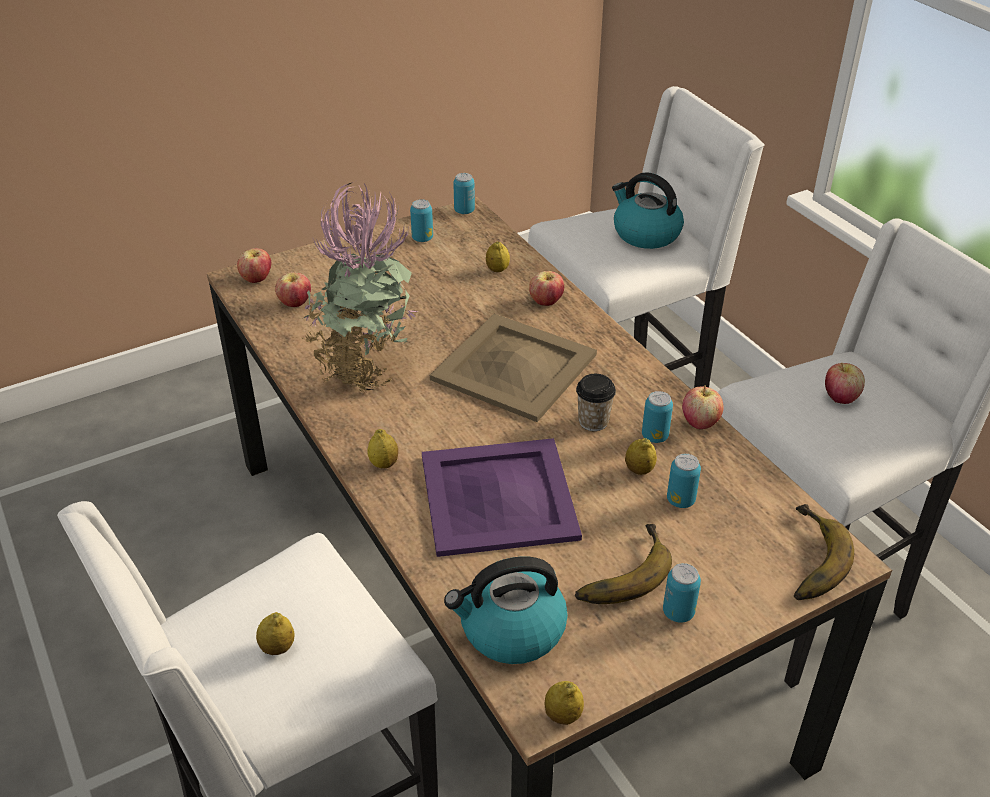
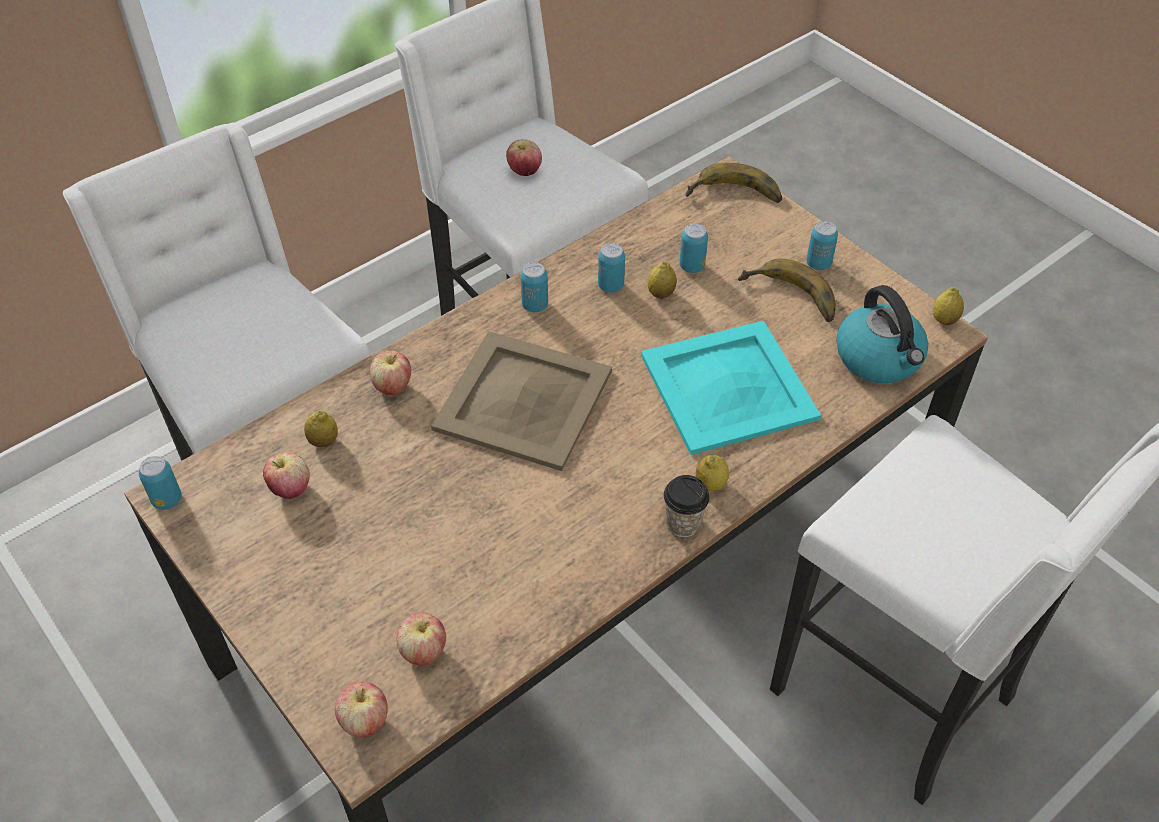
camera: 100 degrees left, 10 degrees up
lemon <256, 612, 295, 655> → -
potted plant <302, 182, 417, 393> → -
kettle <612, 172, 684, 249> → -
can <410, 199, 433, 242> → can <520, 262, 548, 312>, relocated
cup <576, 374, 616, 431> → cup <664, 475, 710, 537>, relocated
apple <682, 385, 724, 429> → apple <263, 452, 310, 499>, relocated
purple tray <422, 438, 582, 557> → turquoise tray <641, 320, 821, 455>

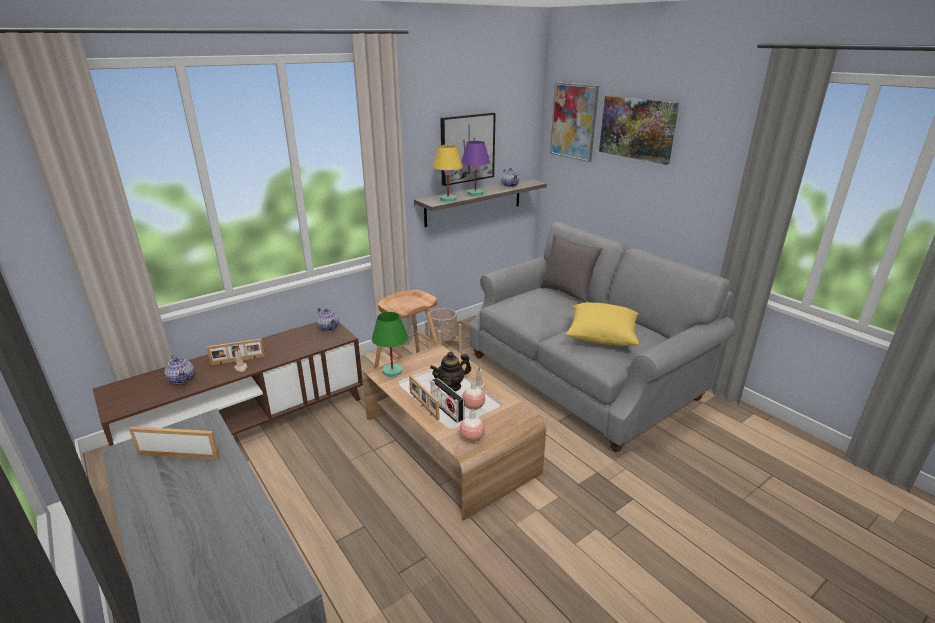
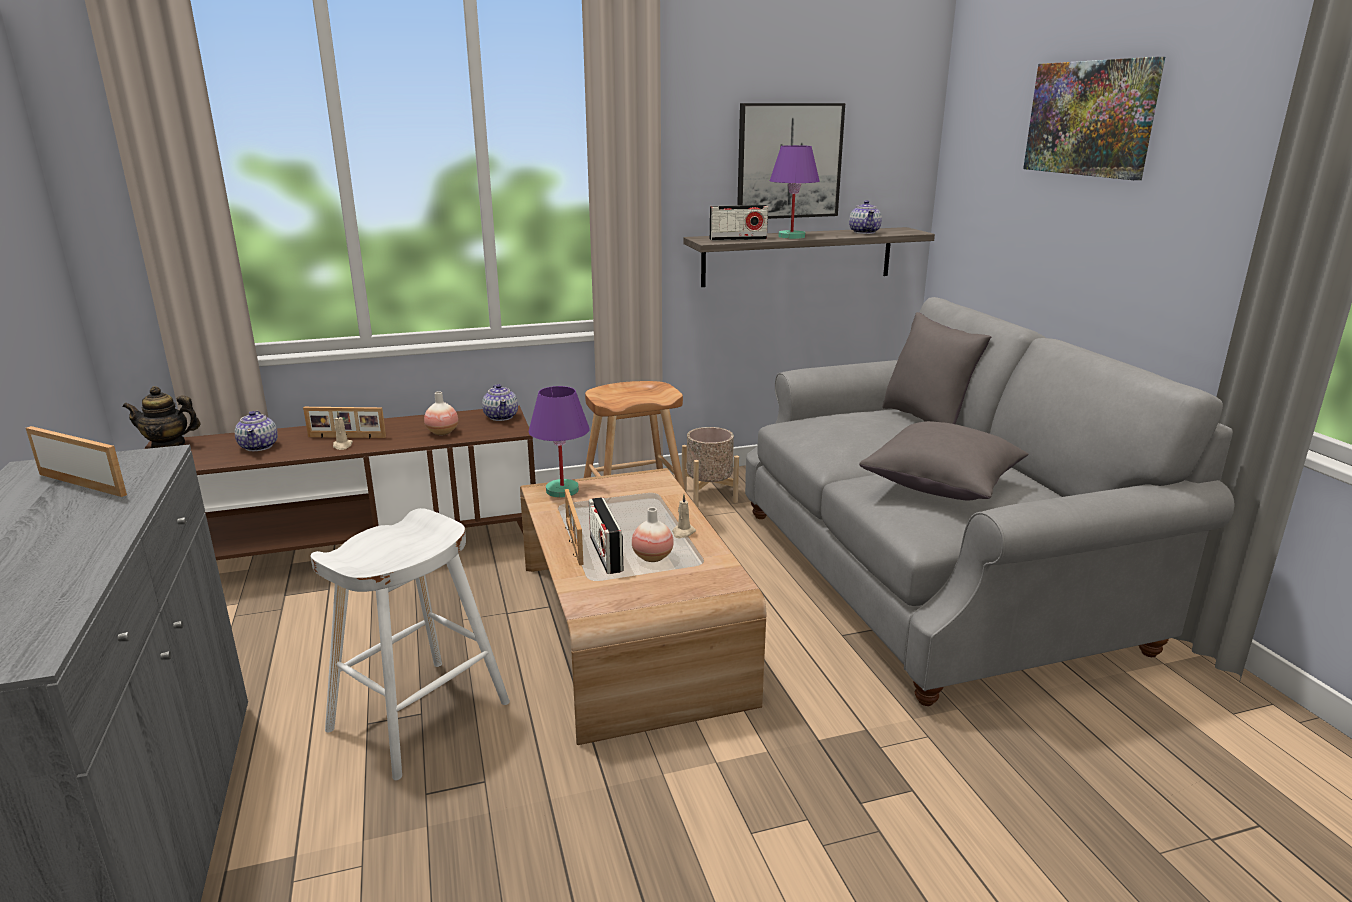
camera: 20 degrees right, 5 degrees down
picture <550, 82, 599, 162> → -
- → white stool <311, 508, 510, 780>
teapot <430, 352, 471, 392> → teapot <123, 386, 201, 448>, relocated
vase <460, 409, 485, 441> → vase <424, 391, 458, 435>, relocated
yellow table lamp <433, 145, 463, 202> → radio <710, 205, 768, 241>
green table lamp <372, 312, 408, 377> → purple table lamp <529, 386, 590, 498>
yellow pillow <566, 302, 639, 346> → grey pillow <859, 421, 1029, 500>

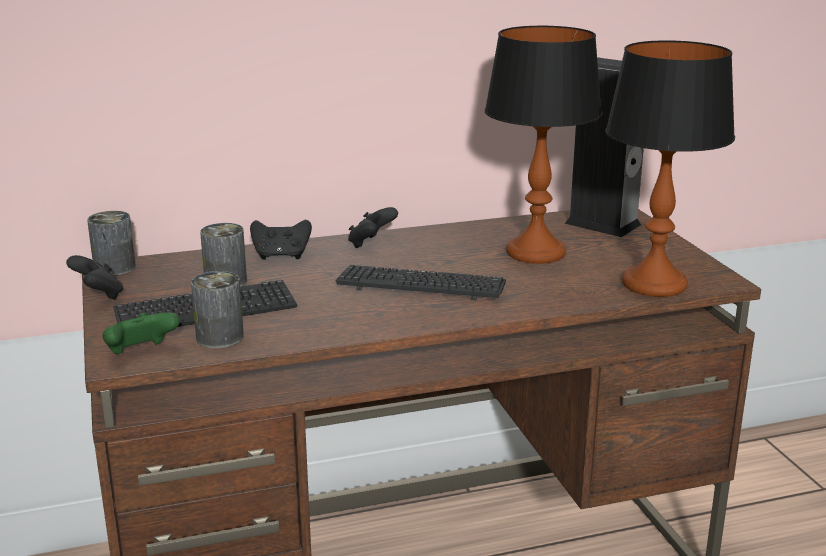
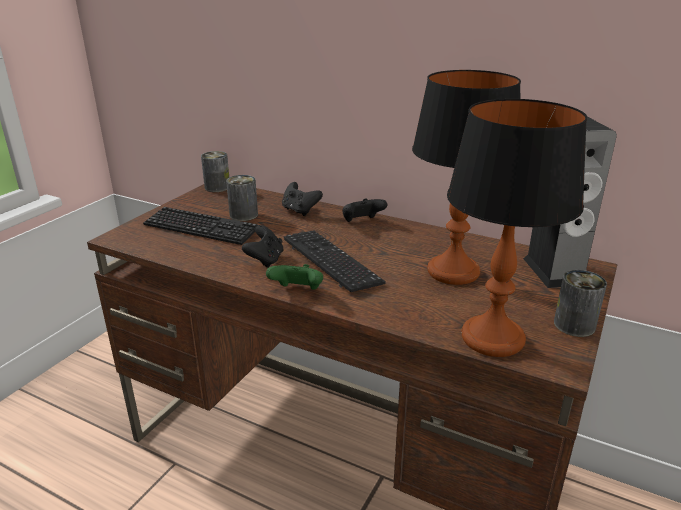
camera: 45 degrees right, 5 degrees up
black game controller <66, 255, 124, 300> → black game controller <242, 225, 284, 268>, relocated
green game controller <103, 312, 180, 354> → green game controller <266, 264, 323, 290>, relocated
can <191, 271, 244, 348> → can <554, 270, 607, 337>, relocated

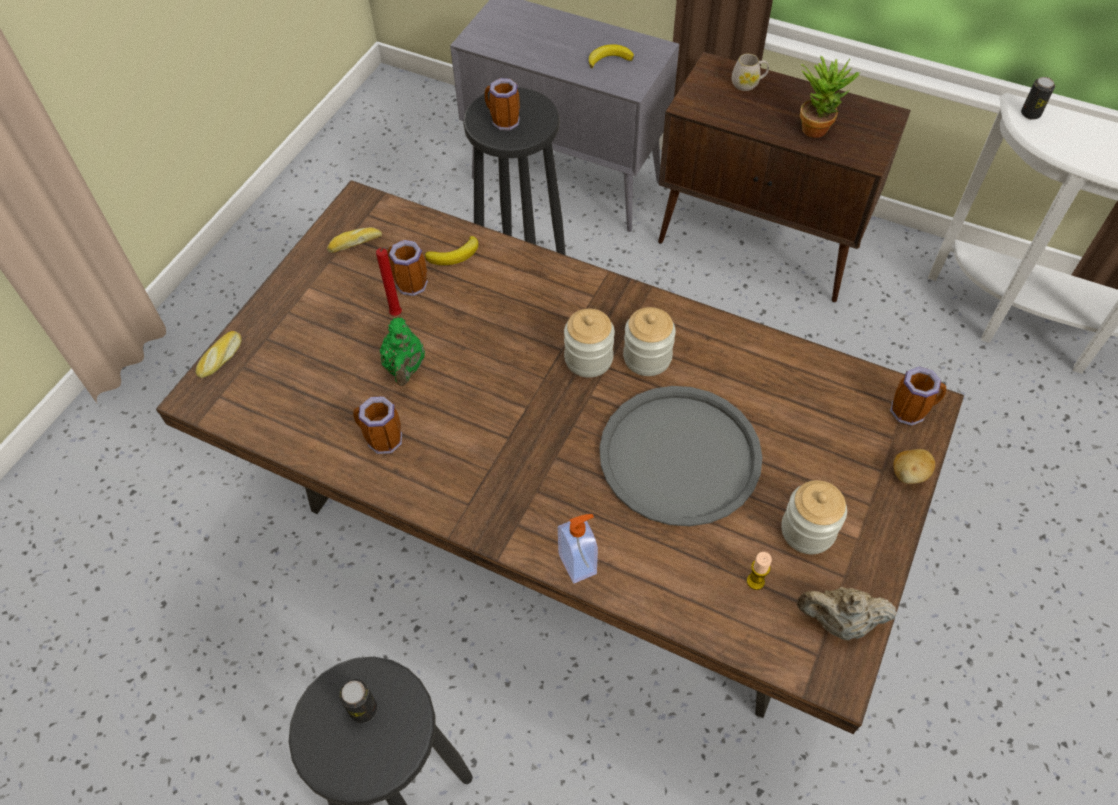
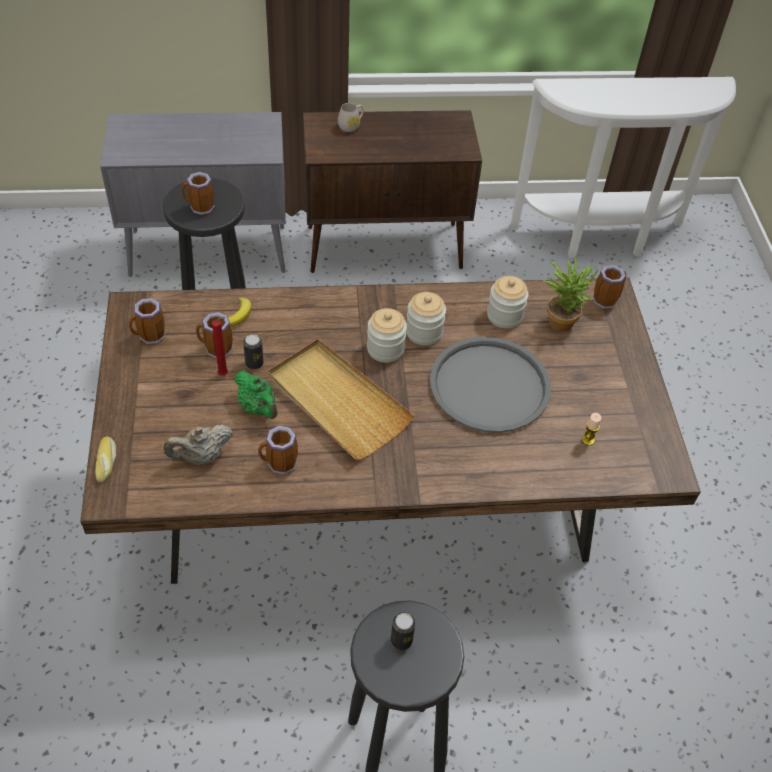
camera: 35 degrees left, 5 degrees down
soap dispenser <558, 514, 598, 583> → -
banana <589, 44, 634, 68> → -
potato <894, 449, 935, 484> → -
- → beige tray <267, 339, 415, 460>
jar <781, 480, 847, 554> → jar <487, 276, 529, 329>, relocated
beige teapot <797, 587, 897, 640> → beige teapot <164, 425, 233, 464>, relocated
potted plant <800, 56, 860, 138> → potted plant <543, 257, 598, 332>, relocated
can <1021, 77, 1055, 120> → can <243, 334, 264, 369>, relocated
bread <327, 227, 382, 253> → mug <129, 298, 165, 344>

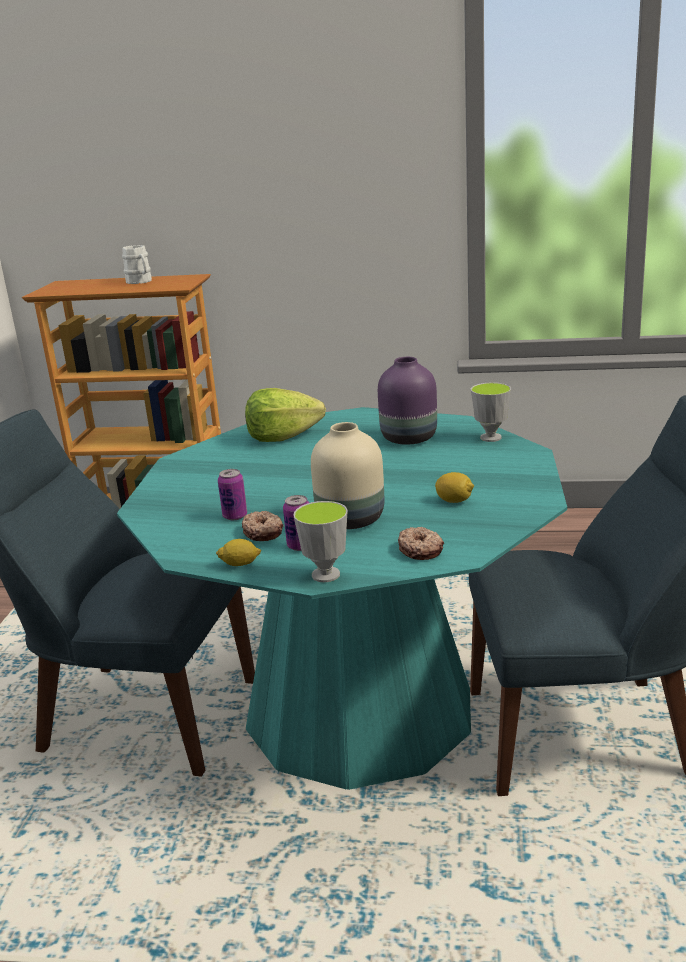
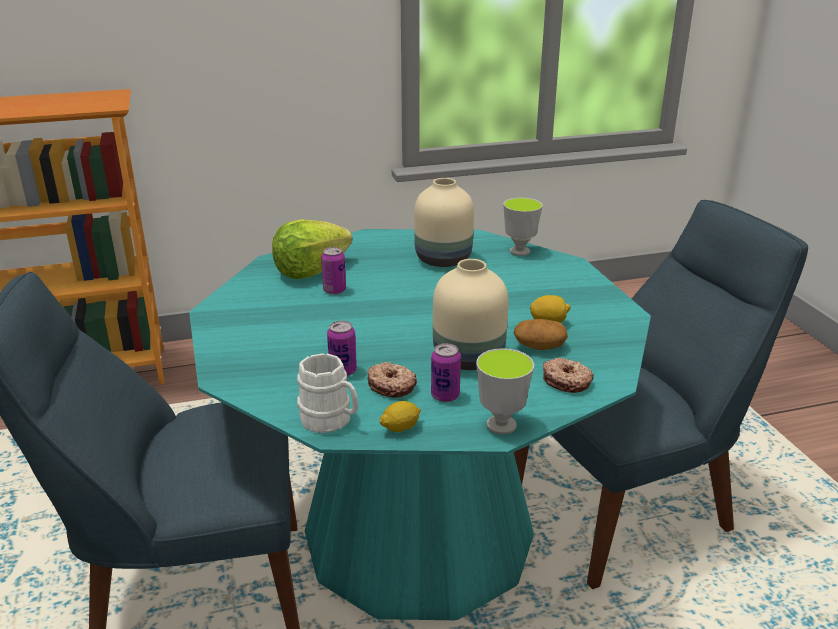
camera: 25 degrees left, 5 degrees up
- → can <321, 247, 346, 295>
- → potato <514, 319, 568, 350>
white mug <122, 245, 152, 284> → white mug <297, 353, 358, 433>, relocated
purple vase <378, 357, 437, 445> → beige vase <414, 178, 474, 267>

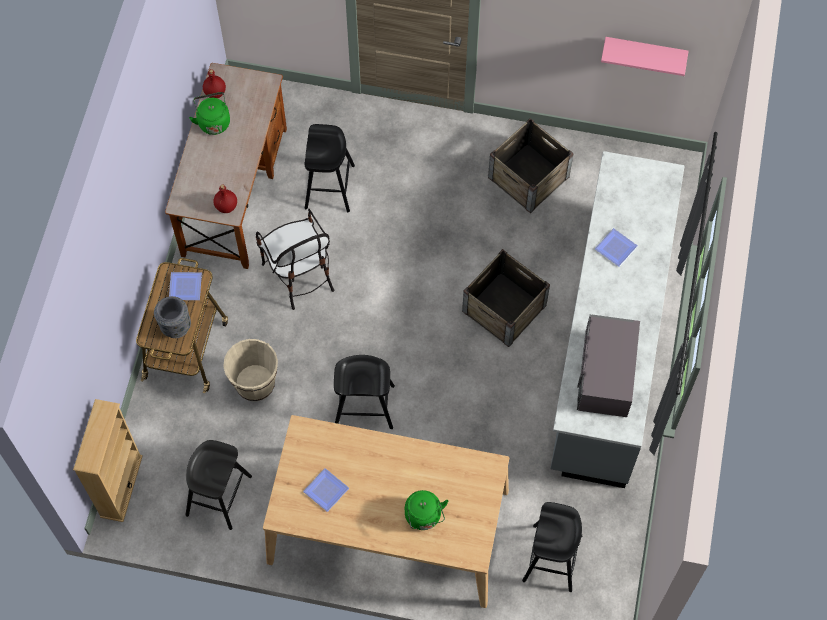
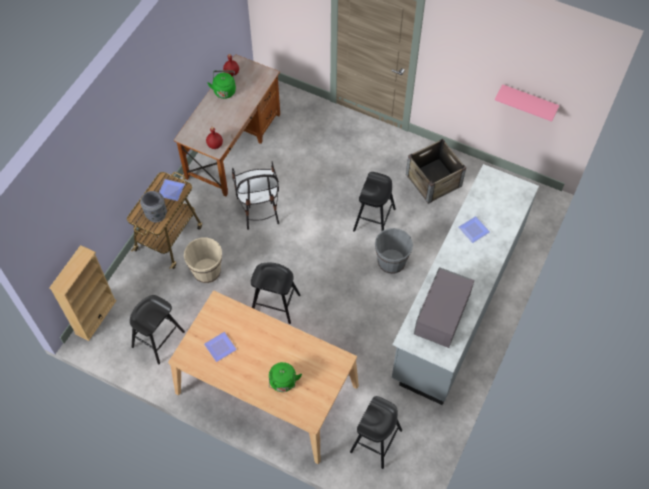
camera: 15 degrees right, 5 degrees down
black stool <304, 124, 355, 212> → black stool <353, 172, 396, 232>, relocated
crate <462, 249, 550, 347> → grey bucket <375, 228, 413, 274>

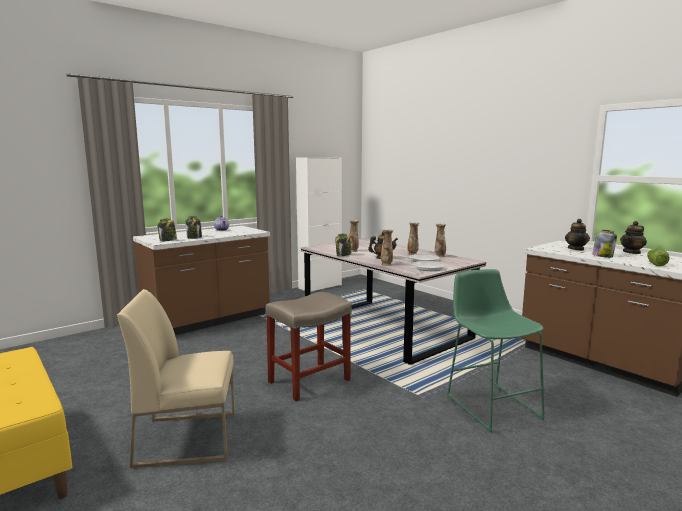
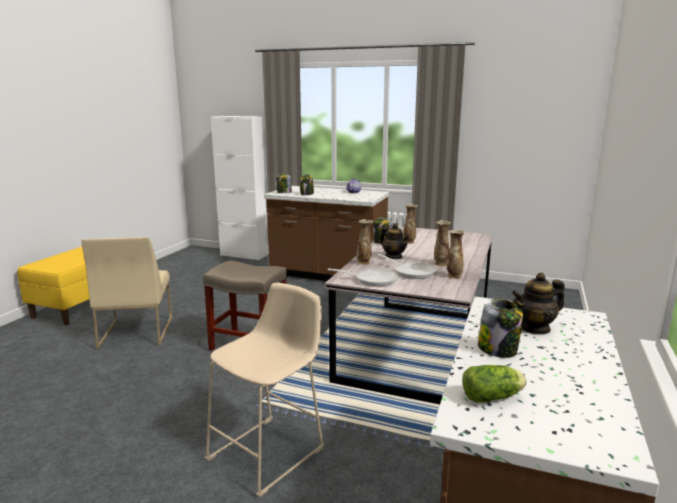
camera: 60 degrees right, 5 degrees up
teapot <620, 221, 647, 254> → -
white cabinet <296, 157, 342, 291> → white cabinet <211, 116, 268, 260>, relocated
green stool <447, 269, 545, 433> → beige stool <205, 283, 324, 497>
beige chair <117, 289, 235, 468> → beige chair <81, 237, 172, 349>, 150 degrees counterclockwise

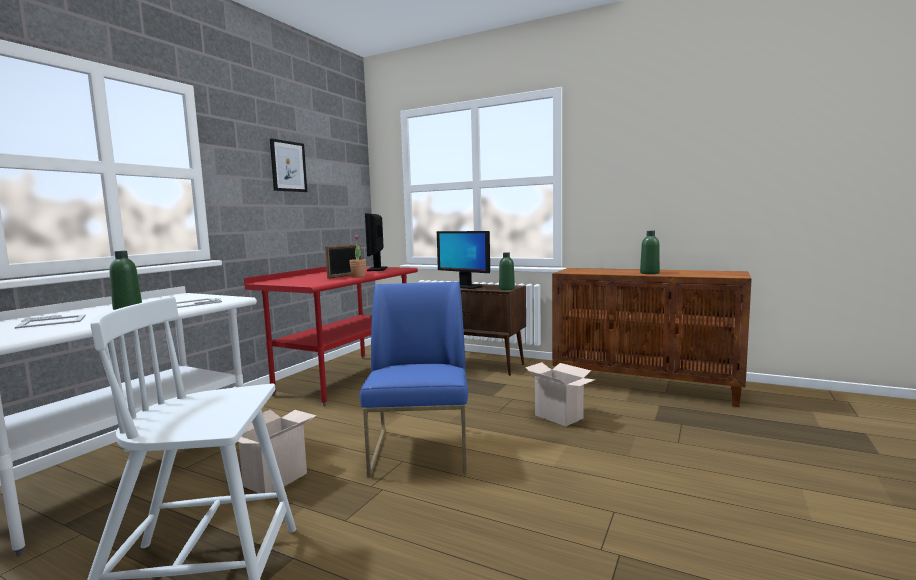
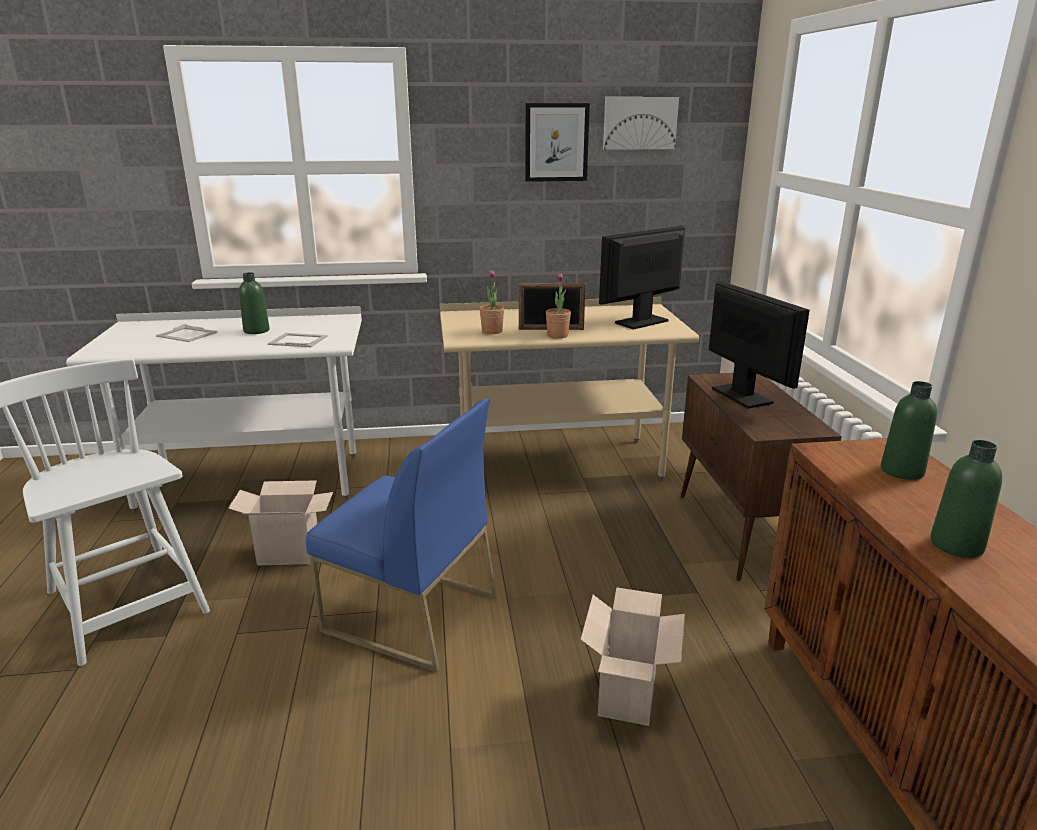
camera: 55 degrees right, 15 degrees up
- → potted plant <480, 270, 504, 334>
- → picture <603, 97, 679, 150>
green bottle <499, 252, 515, 290> → green bottle <881, 381, 937, 480>, relocated
red desk <244, 267, 418, 406> → beige desk <440, 297, 699, 481>
blue chair <360, 282, 468, 478> → blue chair <306, 399, 497, 672>, 60 degrees clockwise
monitor <437, 231, 490, 289> → monitor <709, 281, 810, 409>, 150 degrees clockwise

